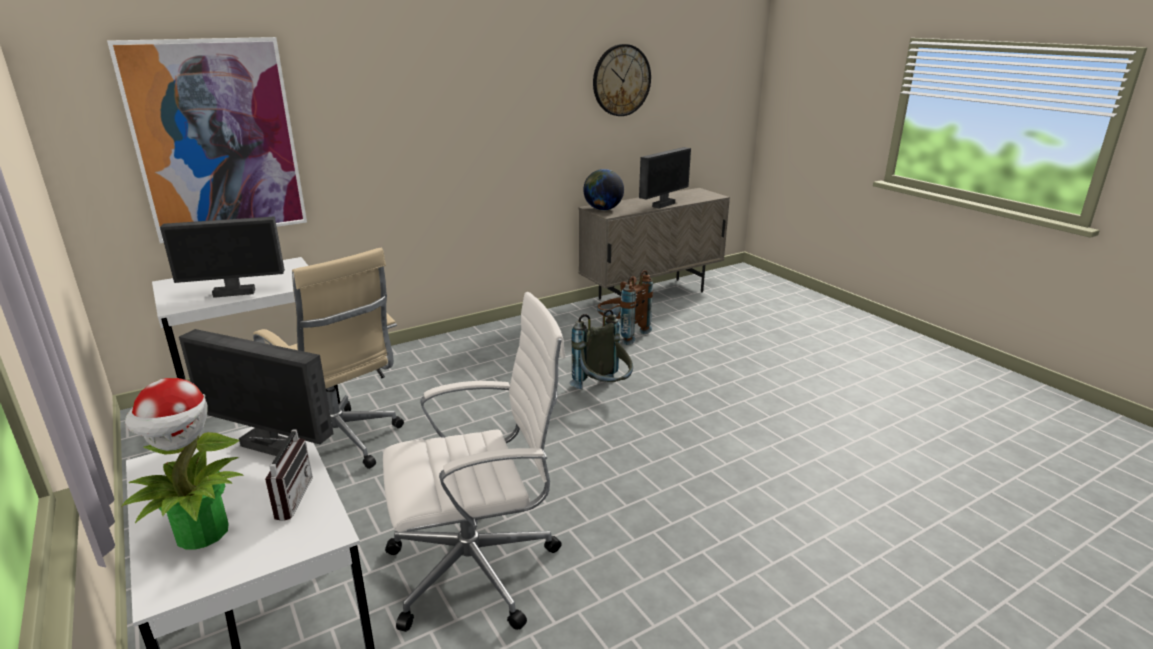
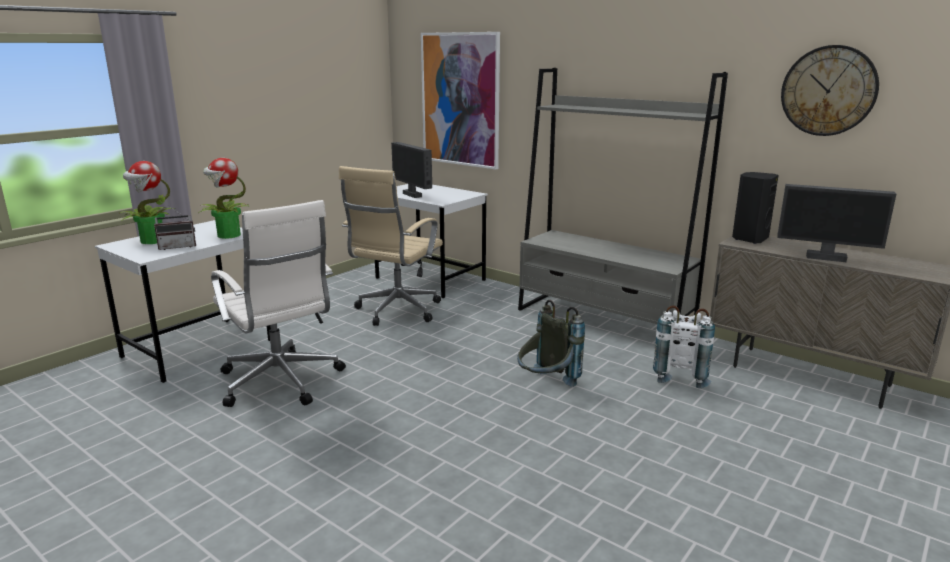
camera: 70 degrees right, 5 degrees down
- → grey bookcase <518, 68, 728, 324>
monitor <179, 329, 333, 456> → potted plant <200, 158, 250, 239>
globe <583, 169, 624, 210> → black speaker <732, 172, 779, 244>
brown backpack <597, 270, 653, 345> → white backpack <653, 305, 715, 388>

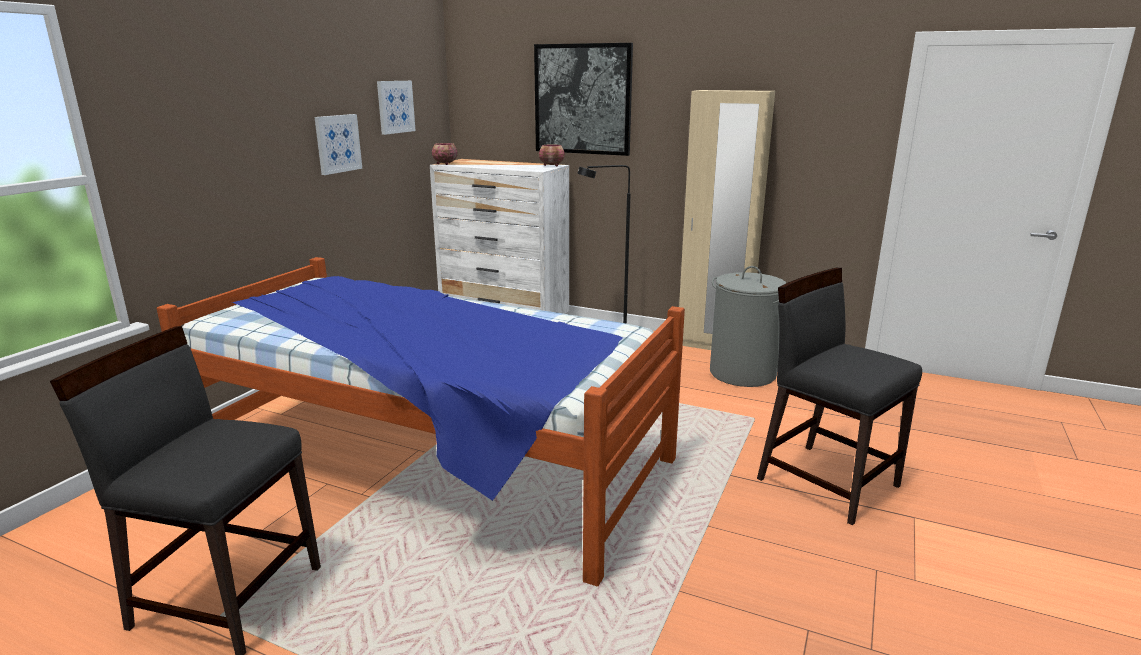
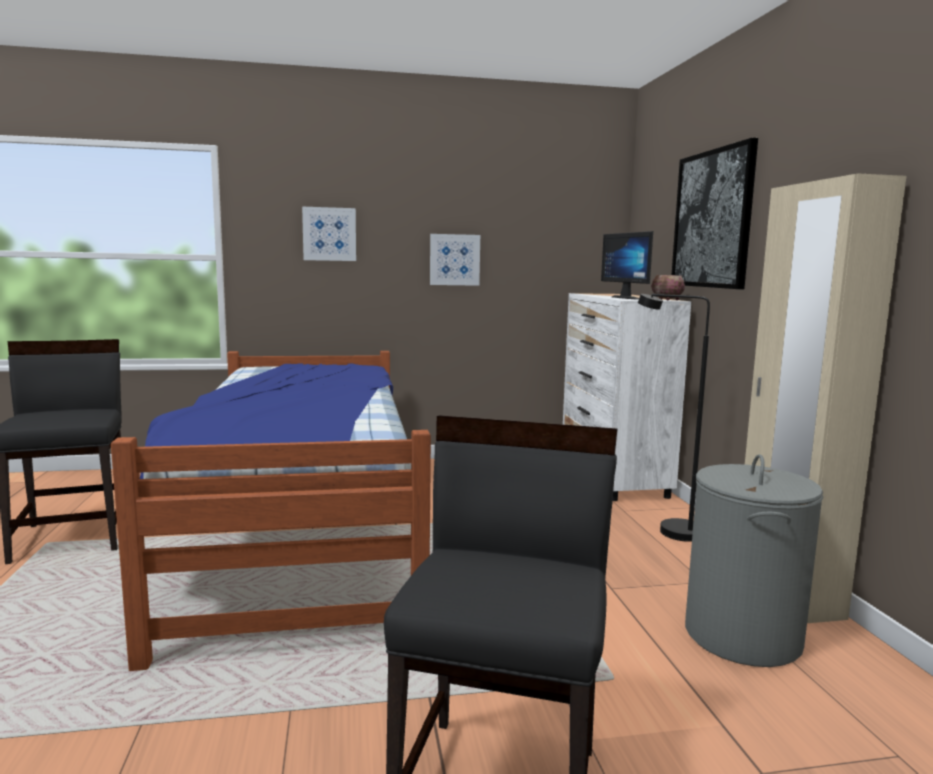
camera: 55 degrees right, 10 degrees down
bowl <432, 143, 458, 165> → -
- → monitor <601, 231, 653, 300>
picture <377, 81, 416, 135> → picture <302, 207, 356, 261>, relocated

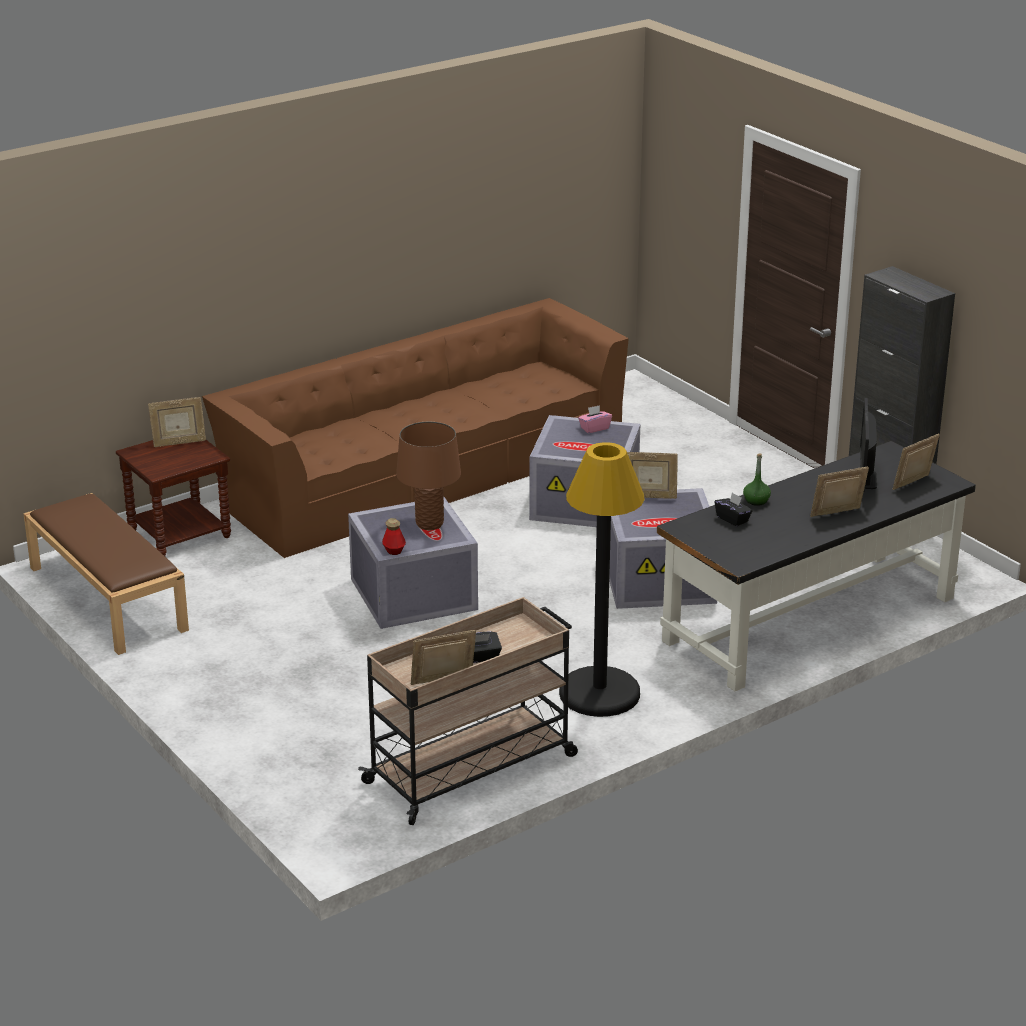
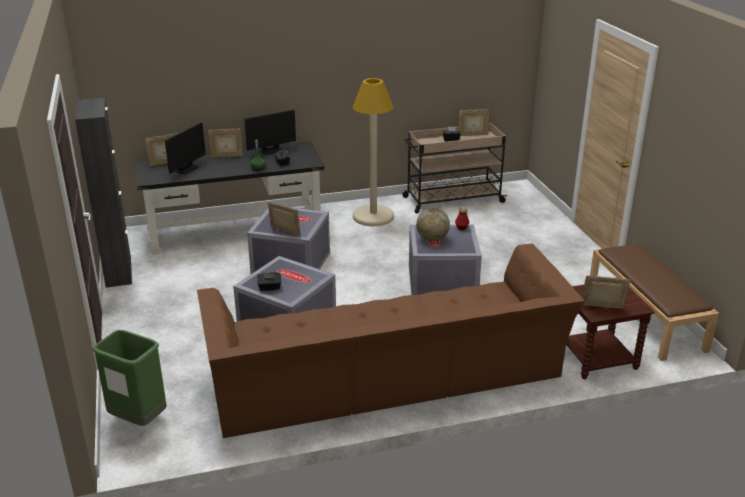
camera: 160 degrees left, 0 degrees up
- → green trash can <92, 330, 167, 426>
- → monitor <244, 110, 296, 154>
brown table lamp <396, 422, 461, 530> → globe <416, 208, 450, 242>
black floor lamp <559, 442, 645, 717> → beige floor lamp <353, 78, 394, 226>
pink tissue box <578, 405, 612, 433> → black tissue box <257, 272, 281, 291>

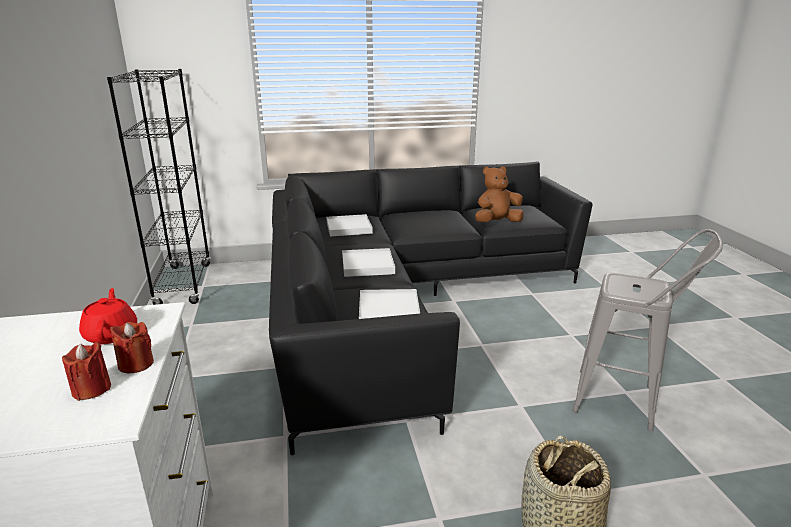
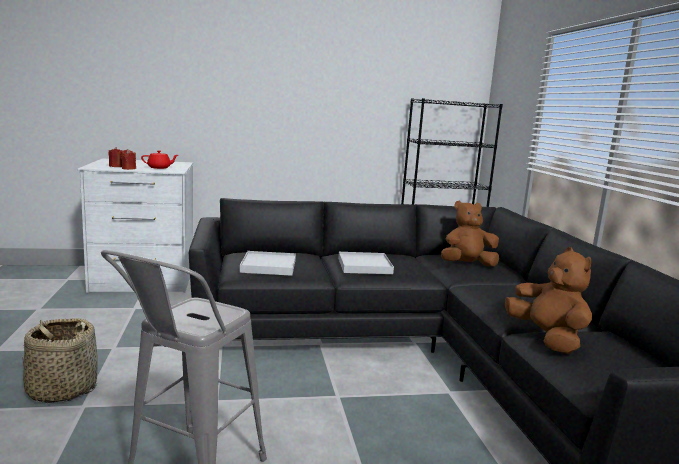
camera: 90 degrees right, 10 degrees down
white tray <326, 214, 373, 236> → brown plush toy <441, 201, 499, 266>

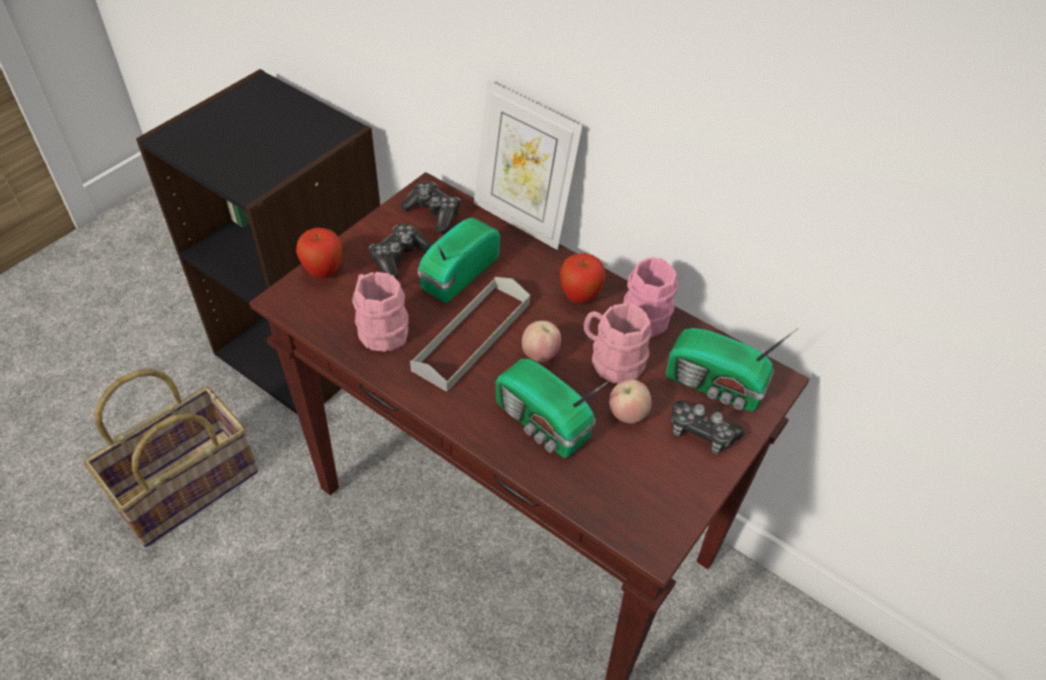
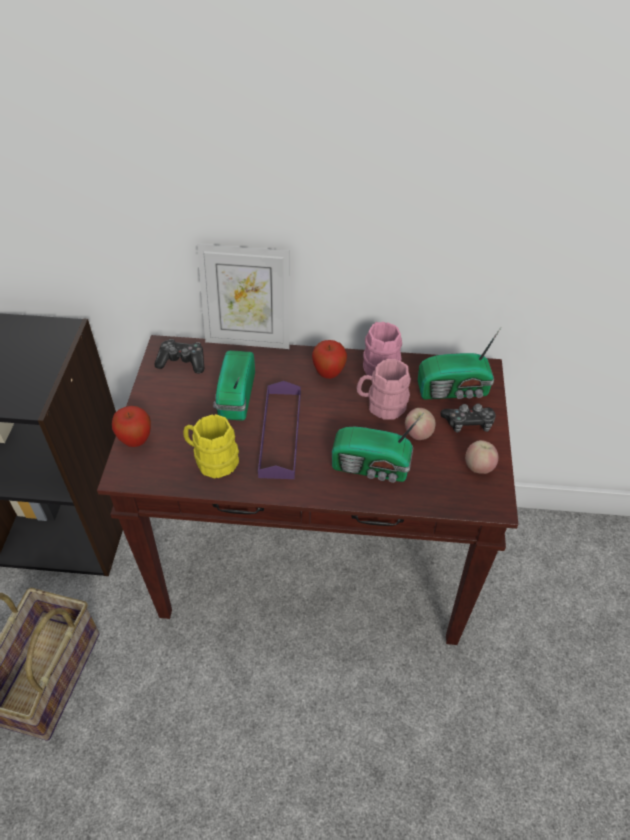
camera: 30 degrees left, 0 degrees up
game controller <369, 224, 432, 279> → -
apple <522, 321, 561, 362> → apple <465, 440, 498, 474>, relocated
pink mug <352, 272, 409, 352> → yellow mug <183, 414, 239, 478>
grey tray <410, 277, 530, 392> → purple tray <258, 381, 301, 479>

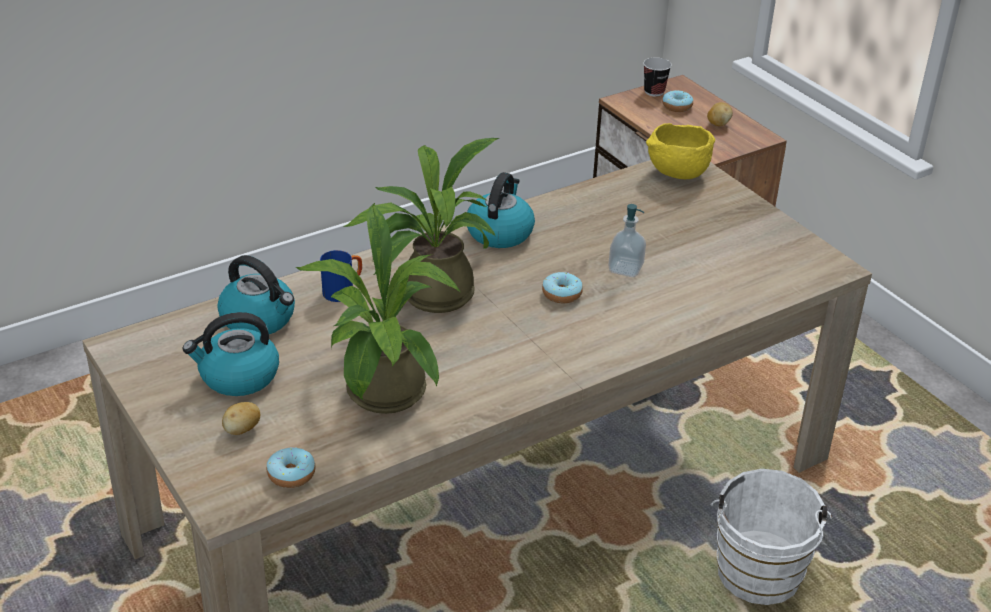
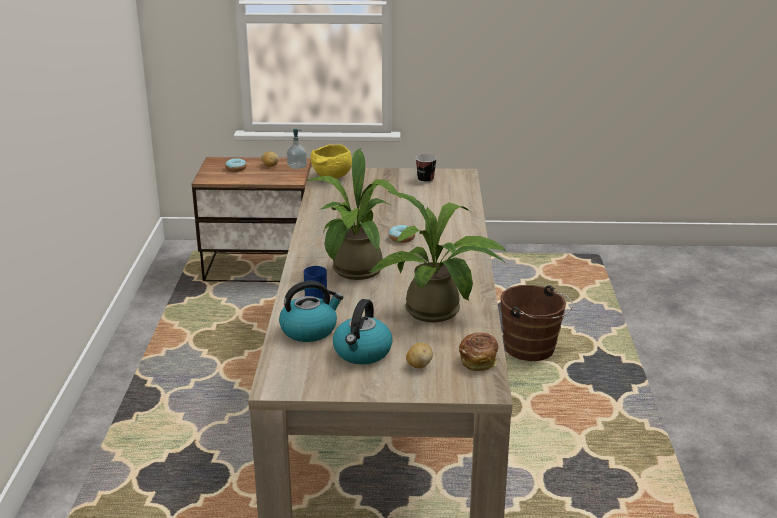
camera: 55 degrees left, 10 degrees down
kettle <467, 172, 535, 248> → -
soap dispenser <608, 204, 646, 277> → soap dispenser <287, 129, 307, 169>, relocated
cup <643, 58, 672, 96> → cup <415, 154, 437, 183>, relocated
donut <267, 447, 315, 488> → bread <459, 333, 498, 371>
white bucket <711, 469, 832, 605> → brown bucket <500, 285, 573, 361>

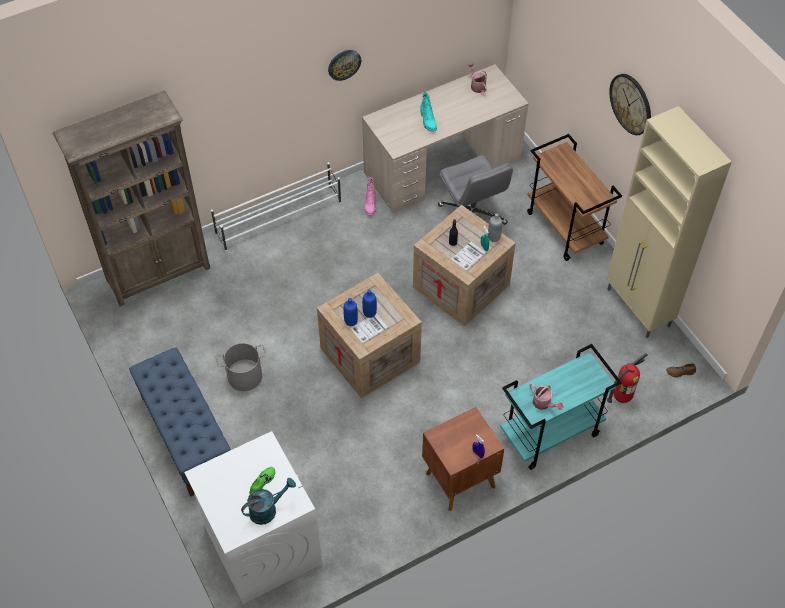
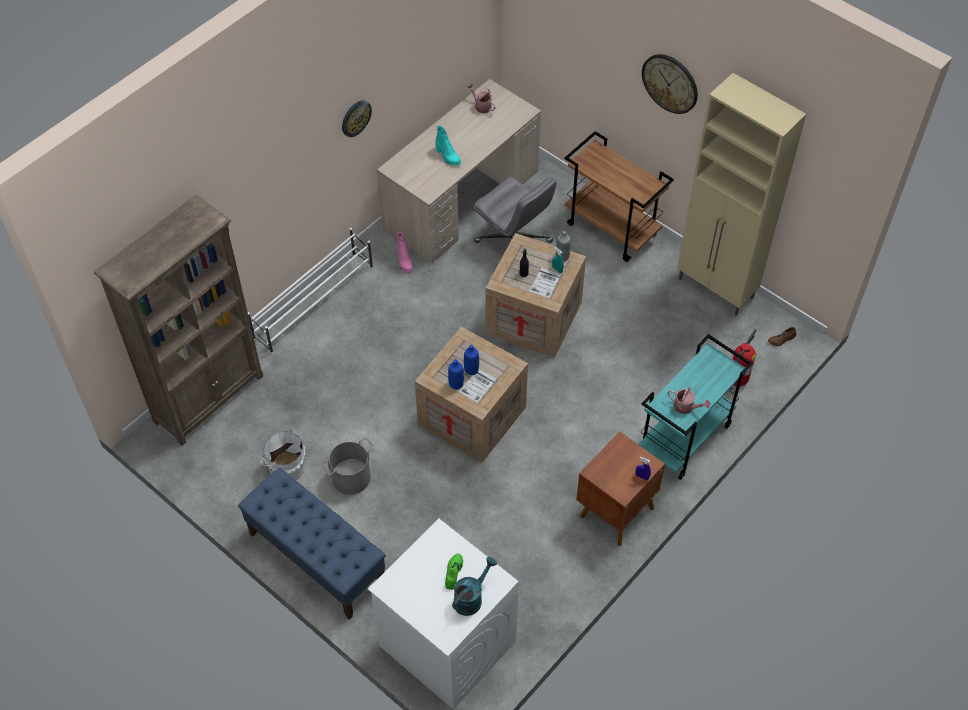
camera: 20 degrees left, 0 degrees up
- → white bucket <261, 430, 306, 480>

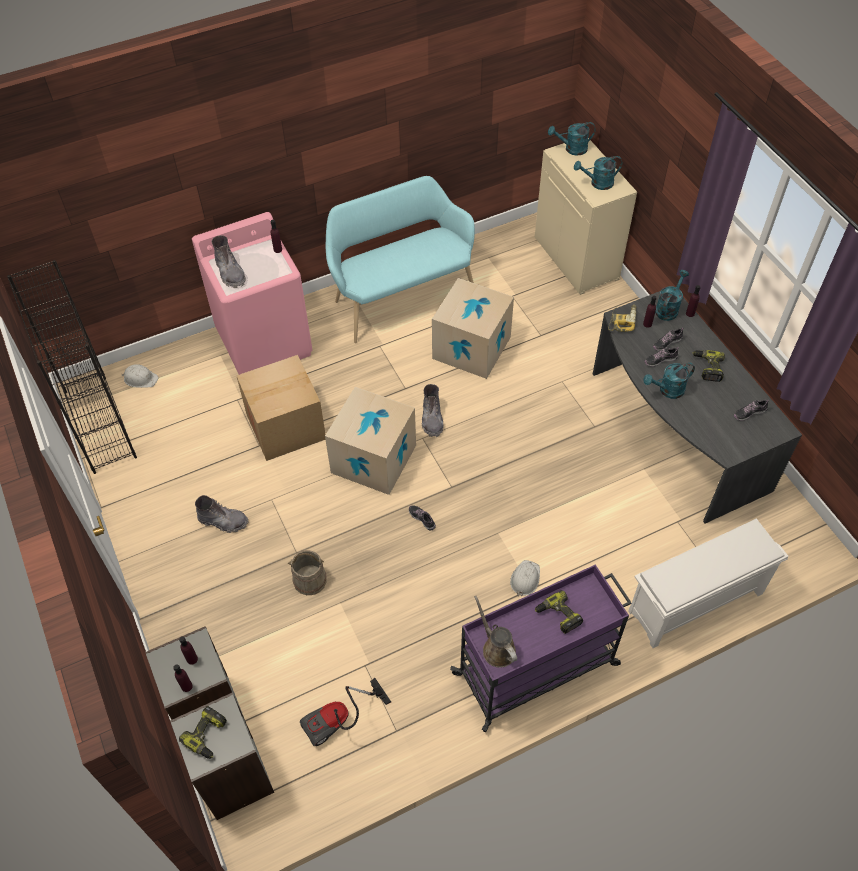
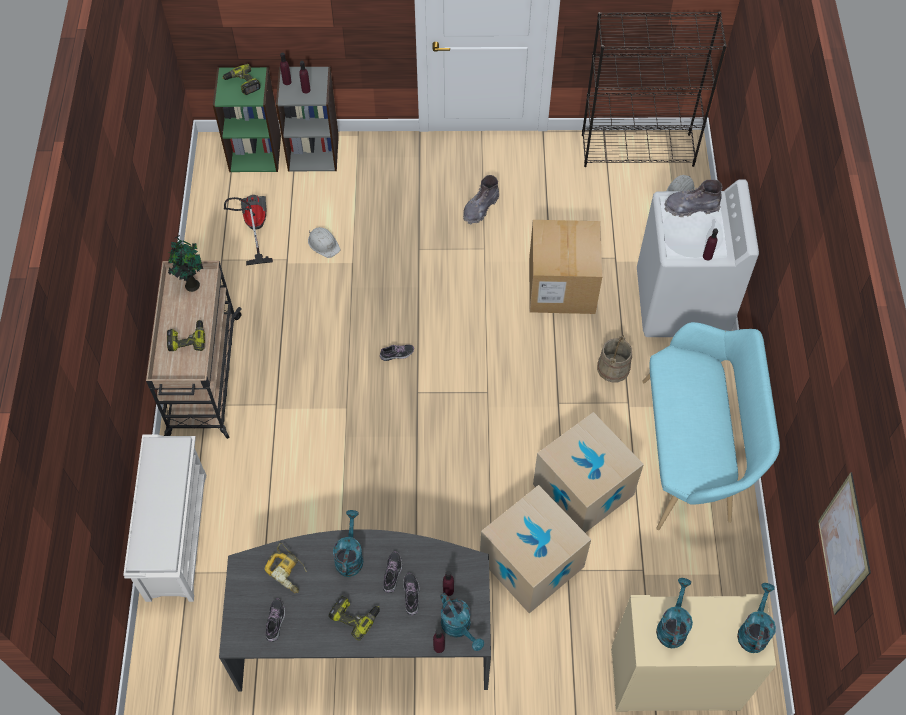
camera: 115 degrees right, 5 degrees up
grey boot <422, 384, 444, 437> → -
- → picture <818, 472, 871, 615>
beige bucket <288, 550, 327, 595> → beige bucket <597, 335, 632, 382>, relocated
cardboard box <325, 387, 416, 495> → cardboard box <480, 485, 591, 614>, relocated
white hard hat <510, 560, 540, 596> → white hard hat <308, 227, 340, 258>, relocated
power drill <608, 305, 636, 332> → power drill <265, 543, 307, 593>, relocated
brown watering can <474, 596, 517, 668> → potted plant <168, 235, 203, 292>
grey bookcase <170, 693, 274, 820> → green bookcase <213, 67, 281, 172>
pink washing machine <192, 212, 312, 375> → white washing machine <637, 179, 759, 337>
purple cart <450, 564, 631, 733> → beige cart <146, 261, 242, 439>

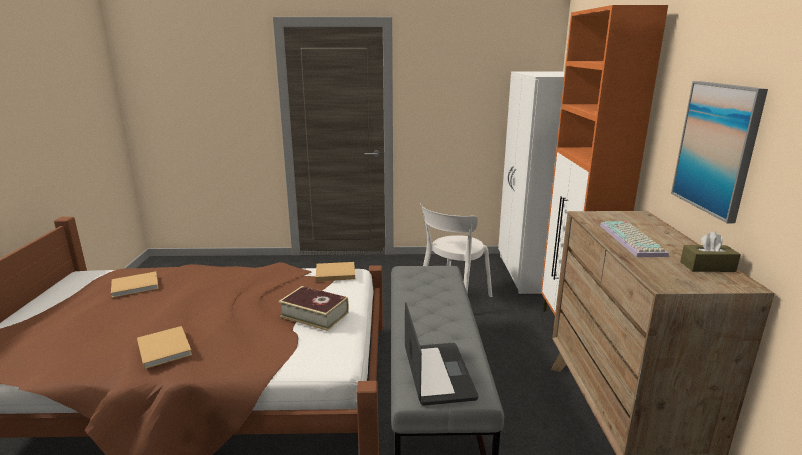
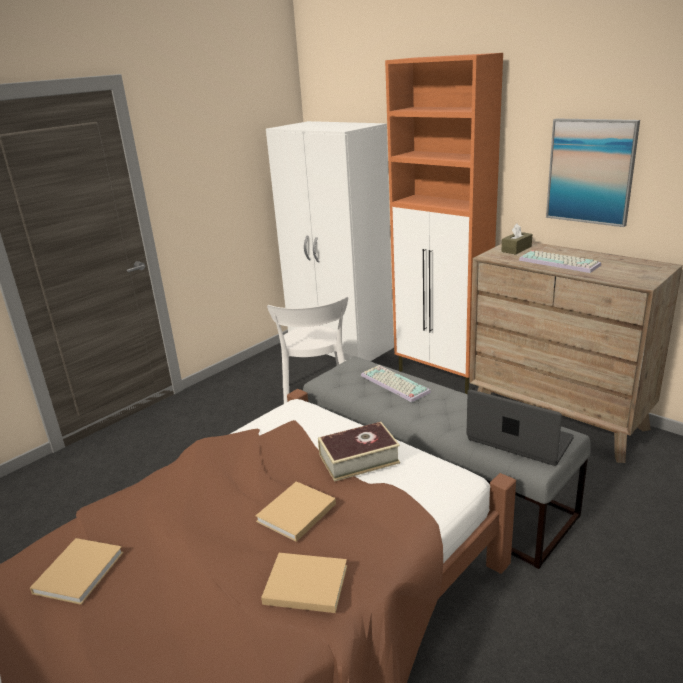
camera: 45 degrees left, 5 degrees up
- → keyboard <361, 365, 431, 403>
beige book <316, 262, 355, 281> → beige book <256, 481, 336, 542>, relocated
brown tissue box <680, 231, 741, 272> → brown tissue box <501, 224, 532, 255>, relocated

